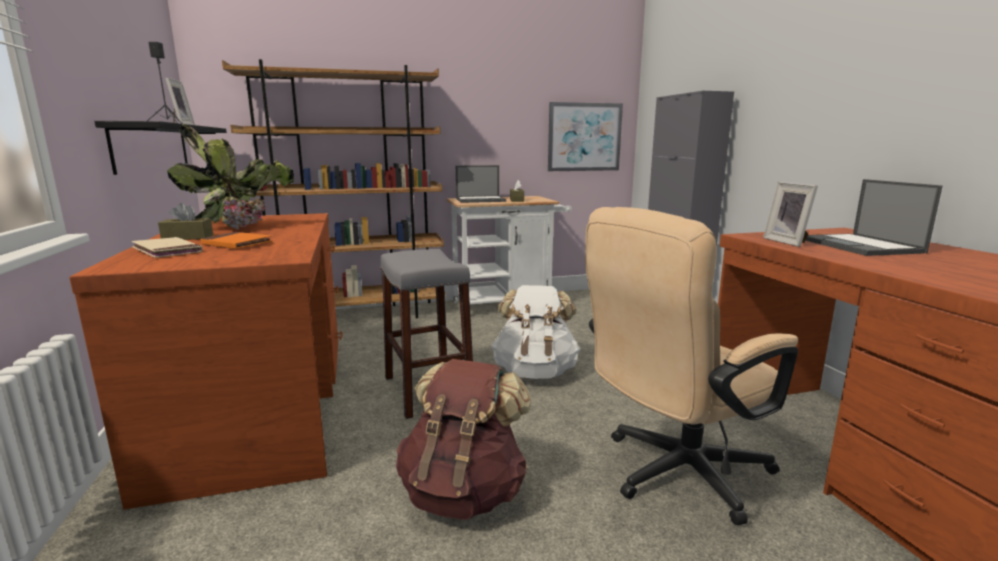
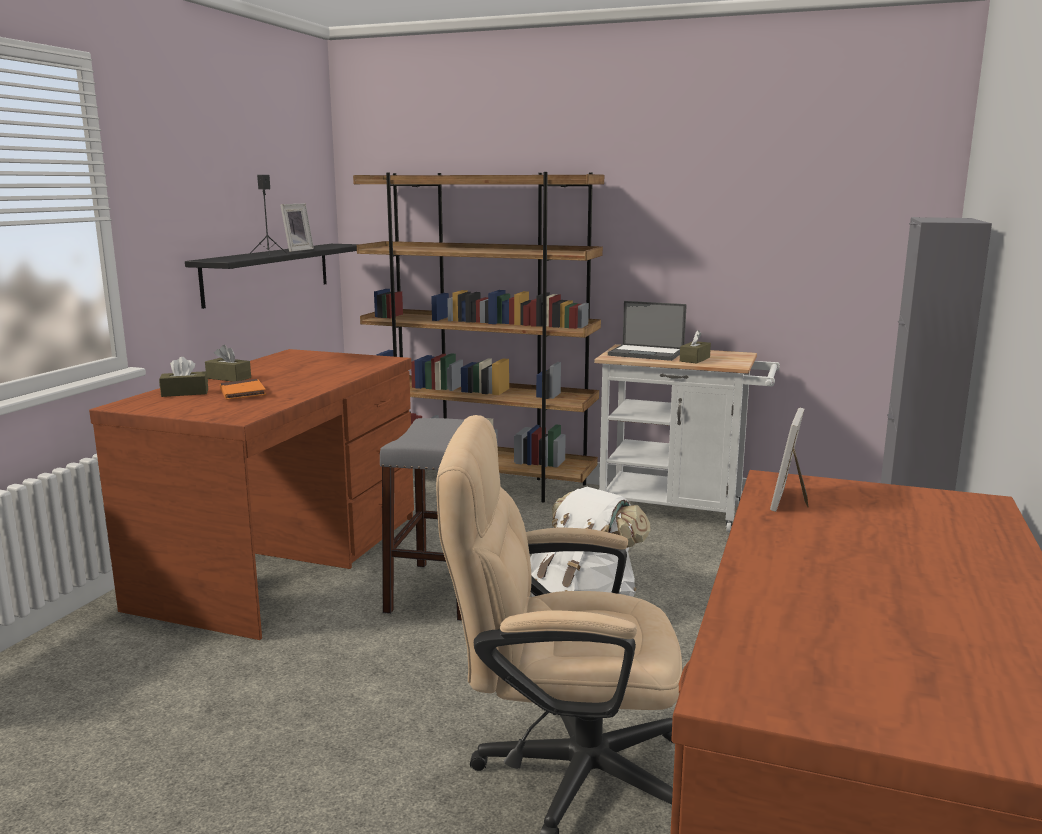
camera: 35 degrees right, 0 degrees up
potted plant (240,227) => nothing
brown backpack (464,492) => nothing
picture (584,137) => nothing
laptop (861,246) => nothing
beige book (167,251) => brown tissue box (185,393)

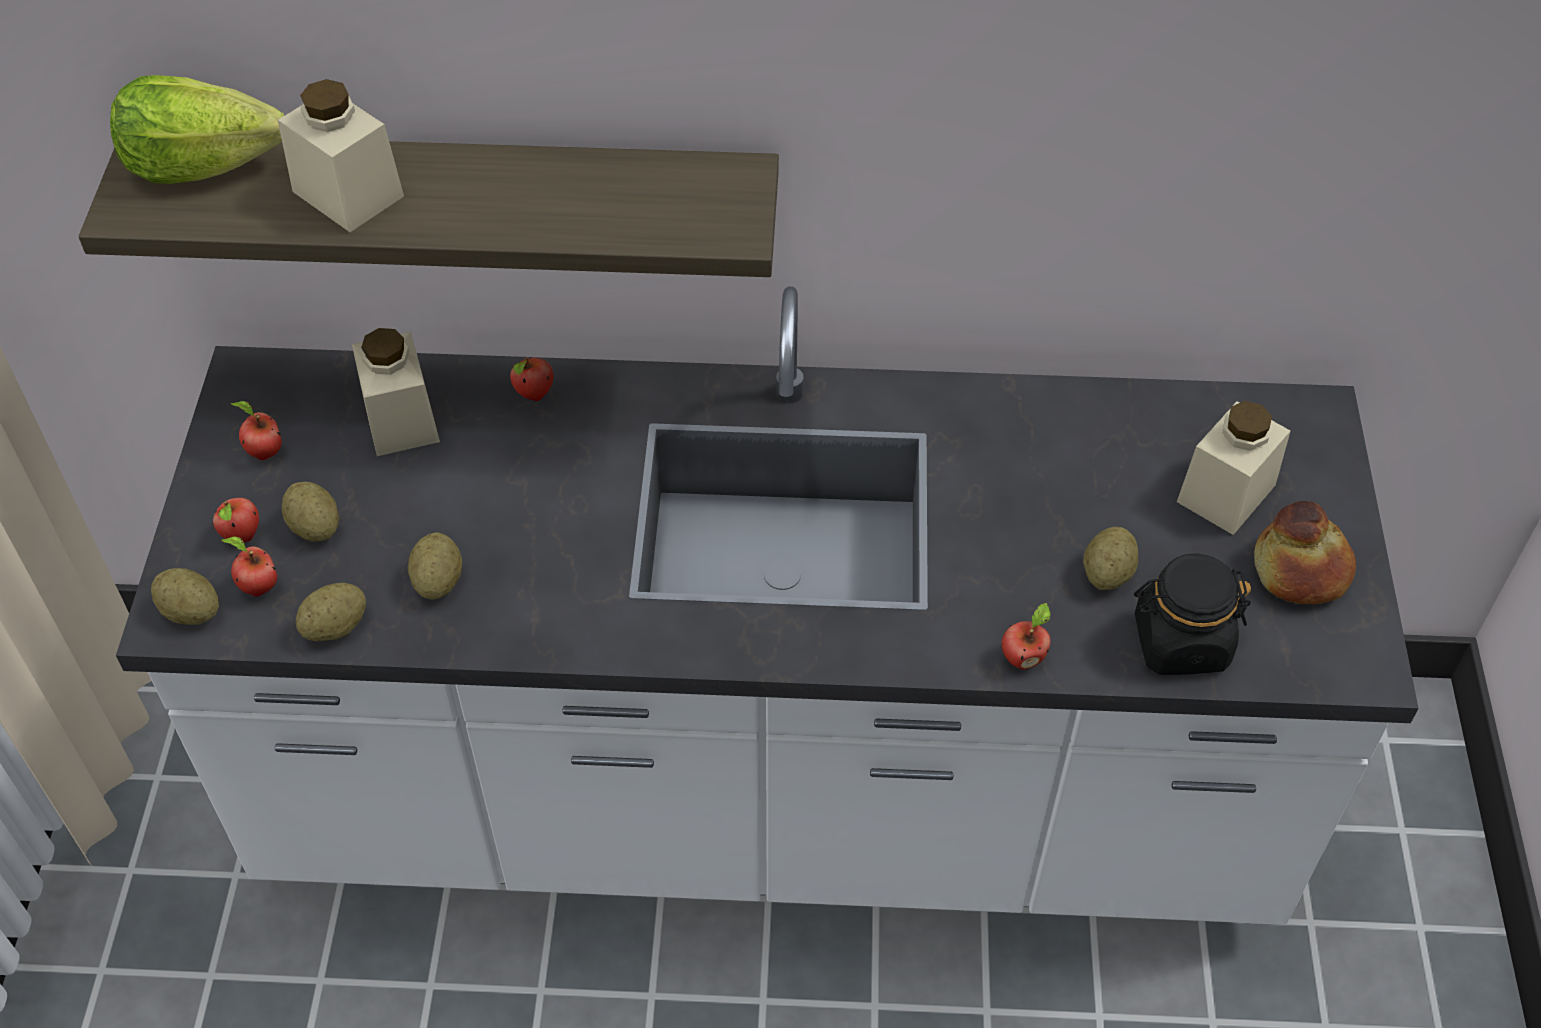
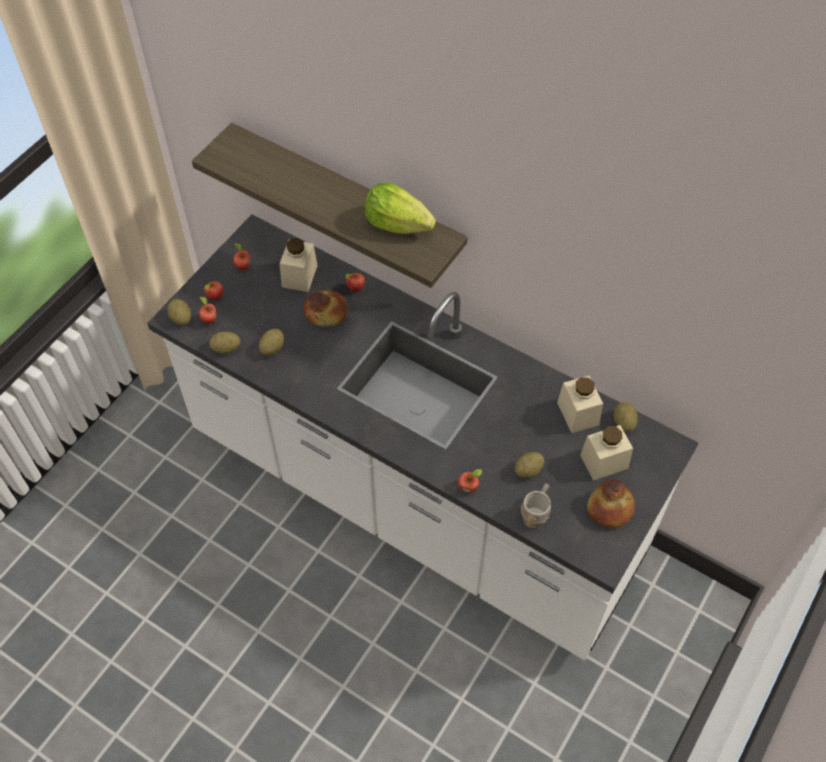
camera: 30 degrees right, 5 degrees up
nothing => bread (326,313)
lettuce (201,165) => lettuce (397,224), moved
beige jar (348,194) => beige jar (578,413), moved
potato (315,527) => potato (623,422), moved
black jar (1180,642) => grey mug (536,512)

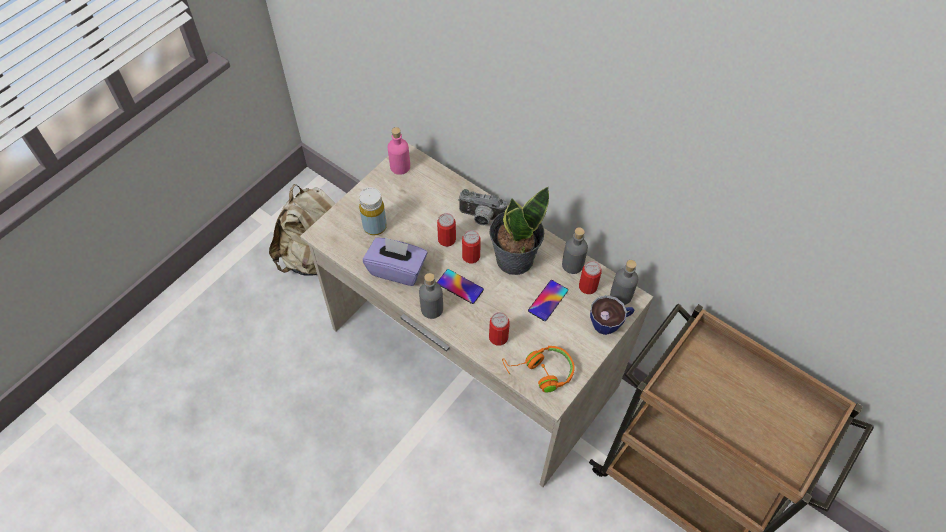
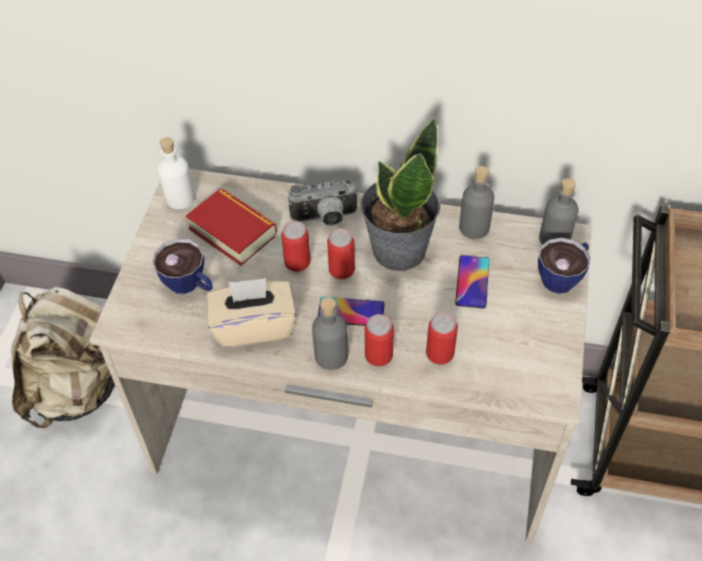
camera: 25 degrees left, 5 degrees down
orange headphones (540,372) => nothing
nothing => book (232,232)
can (588,286) => can (378,355), moved
yellow bottle (375,226) => cup (190,285)
purple tissue box (397,269) => beige tissue box (254,326)
pink bottle (400,166) => white bottle (180,198)

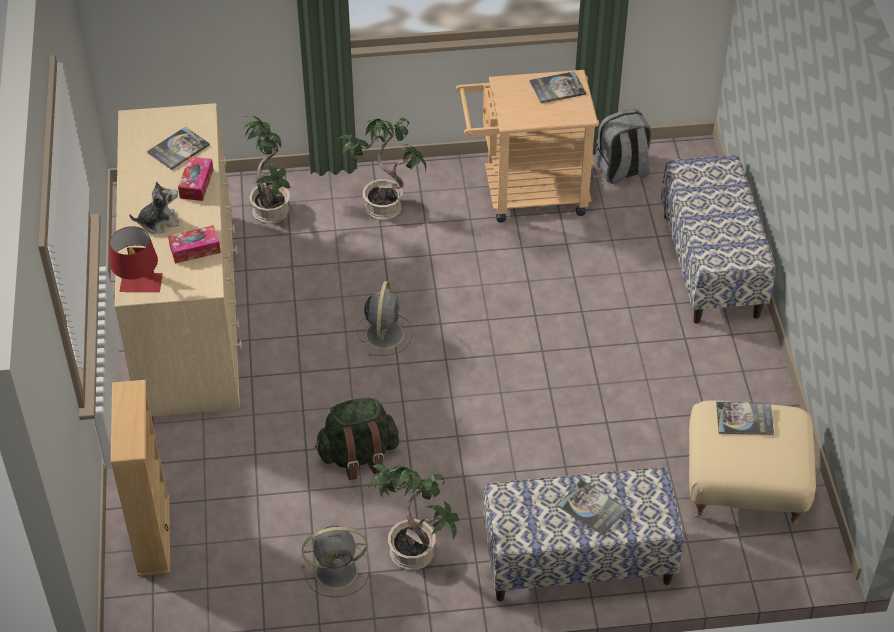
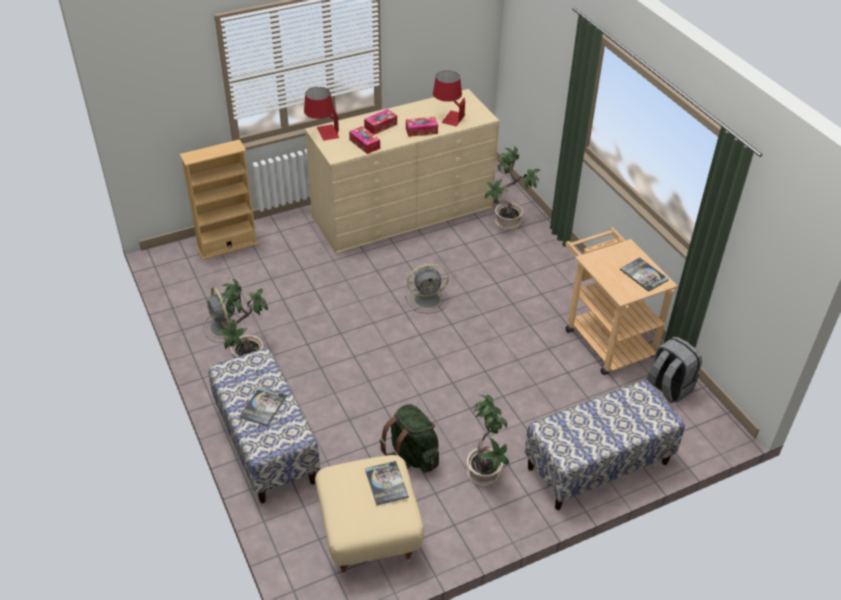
camera: 70 degrees right, 5 degrees down
green backpack (358,456) => green backpack (412,455), moved
potted plant (384,206) => potted plant (485,473), moved
plush toy (158,222) => tissue box (380,126)
book (178,149) => red table lamp (448,117)

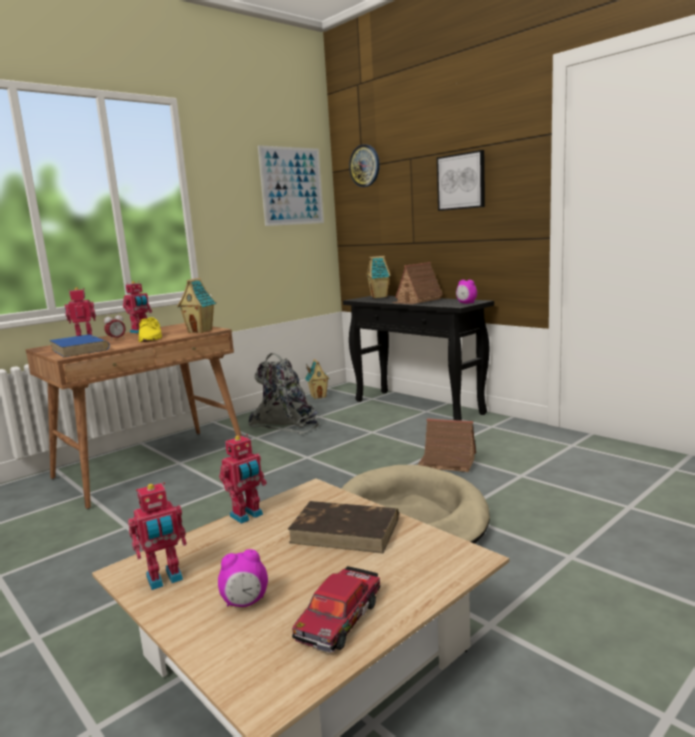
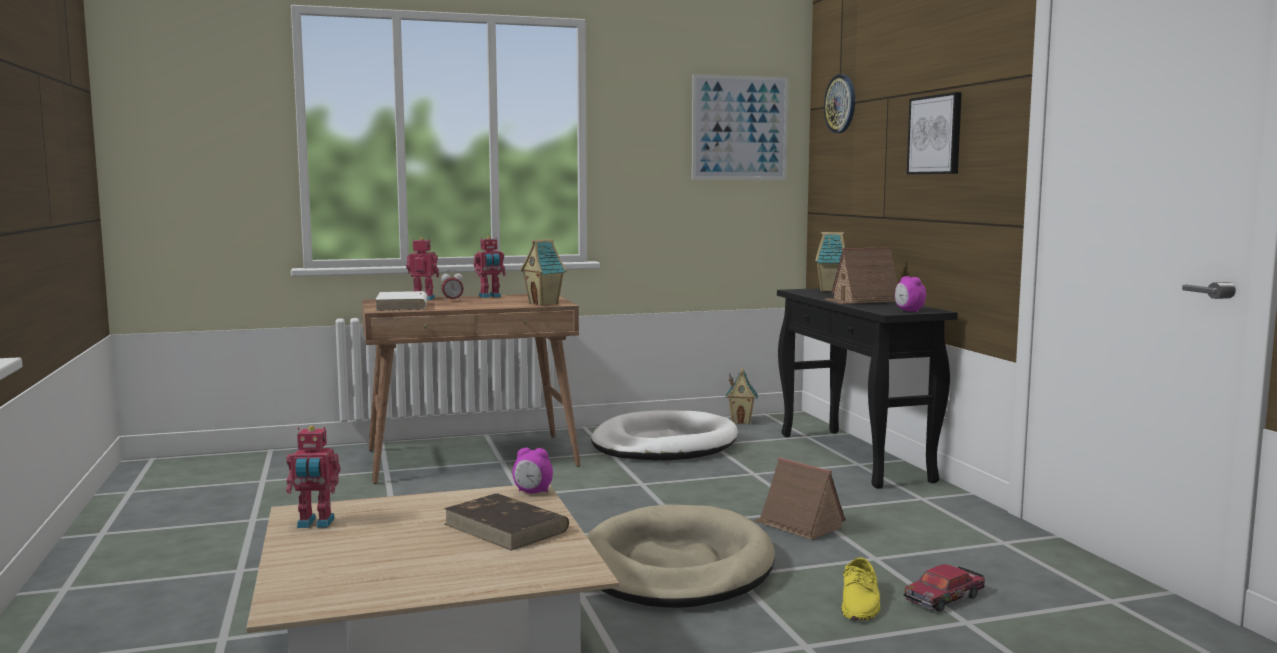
camera: 25 degrees right, 5 degrees down
toy robot (247,516) => nothing
yellow shoe (151,338) => yellow shoe (860,602), moved
alarm clock (245,603) => alarm clock (533,492), moved
toy car (340,618) => toy car (945,597), moved
grey backpack (287,423) => white dog bed (664,444)
blue book (80,349) => white book (402,306)

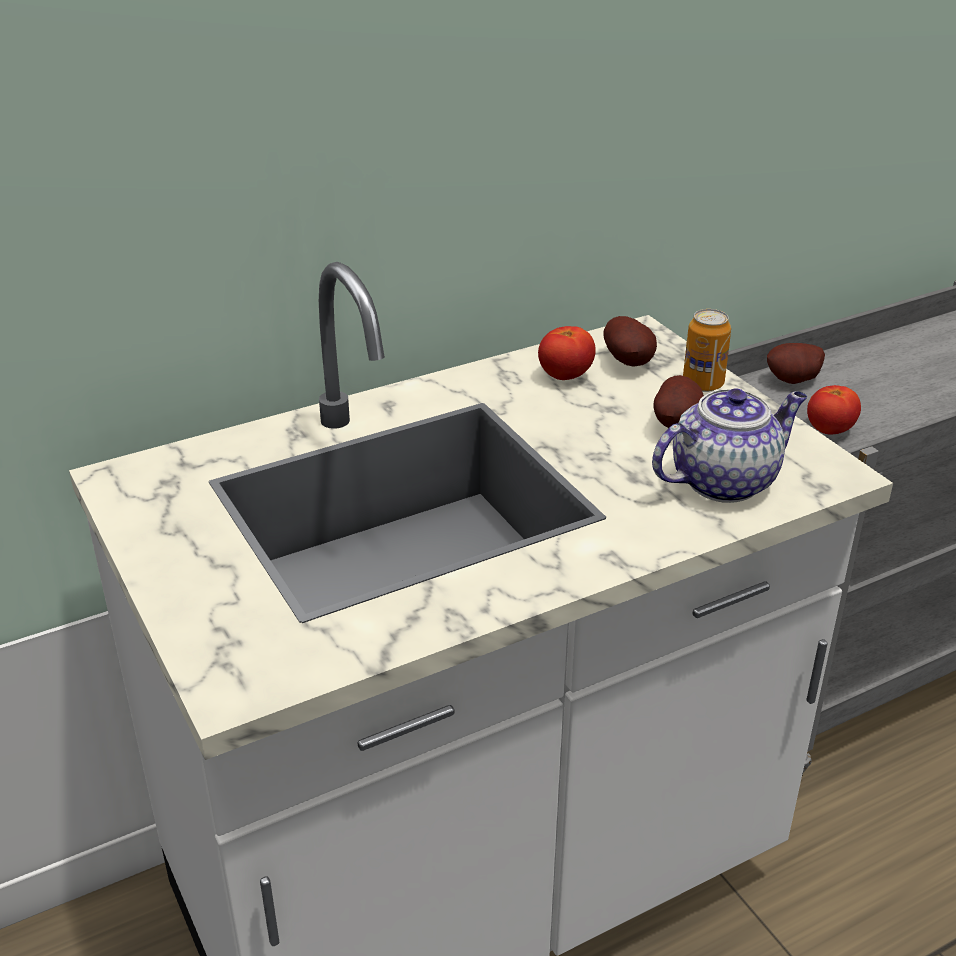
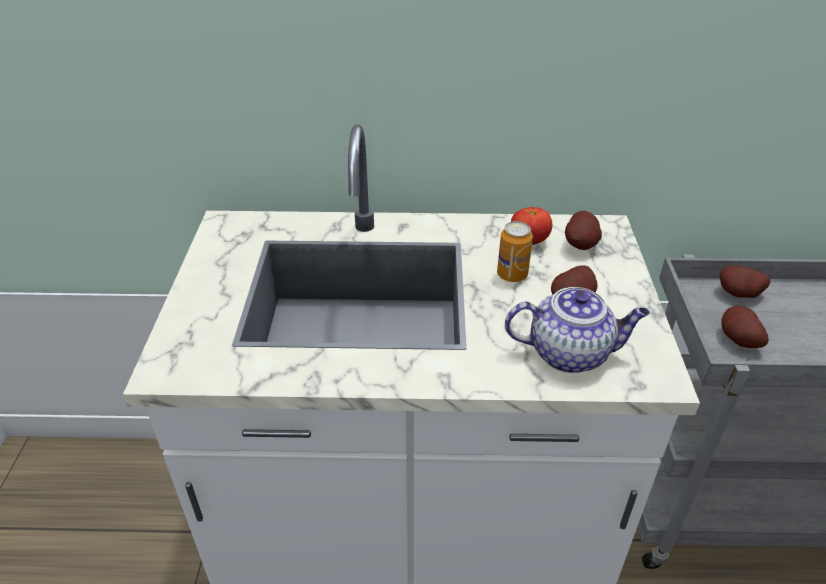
camera: 30 degrees right, 5 degrees up
can (703,384) => can (512,275), moved
tomato (829,430) => potato (736,340)

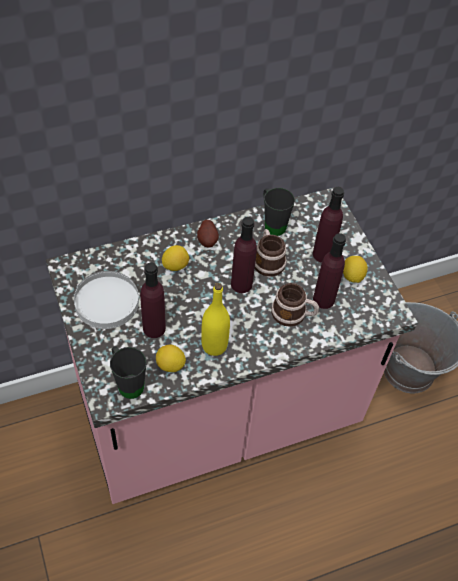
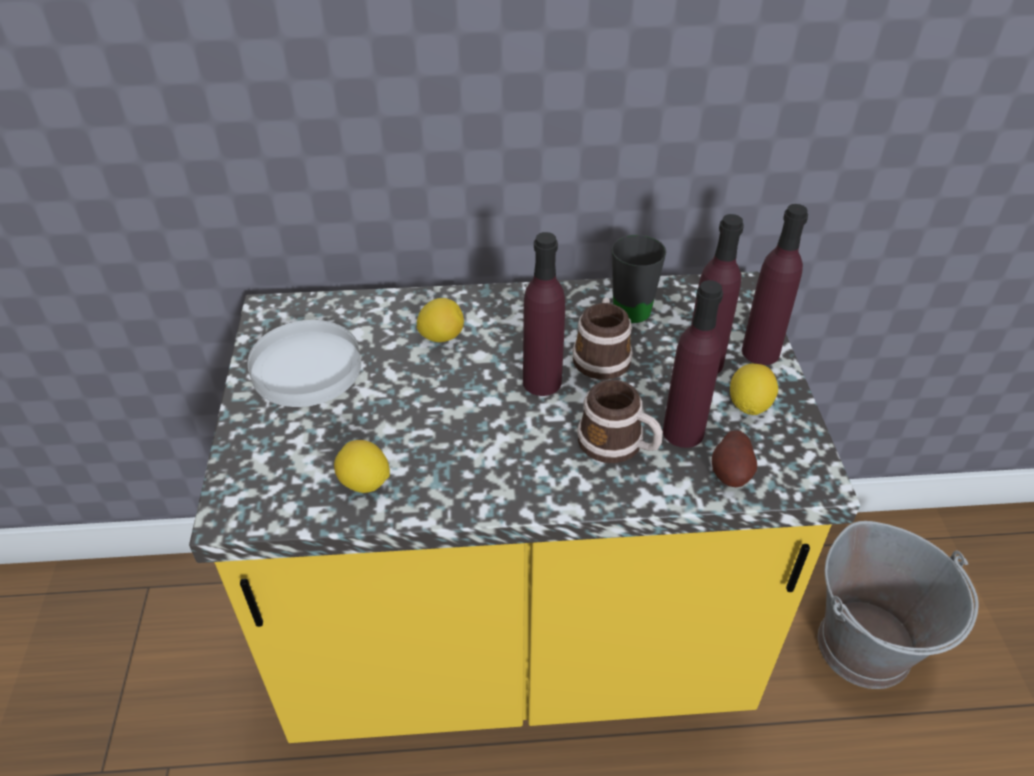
camera: 20 degrees right, 10 degrees down
black mug (127,382) => nothing
yellow bottle (214,345) => nothing
purple bottle (154,328) => purple bottle (760,352), moved
potato (207,240) => potato (731,473), moved
pink counter (218,415) => yellow counter (517,645)

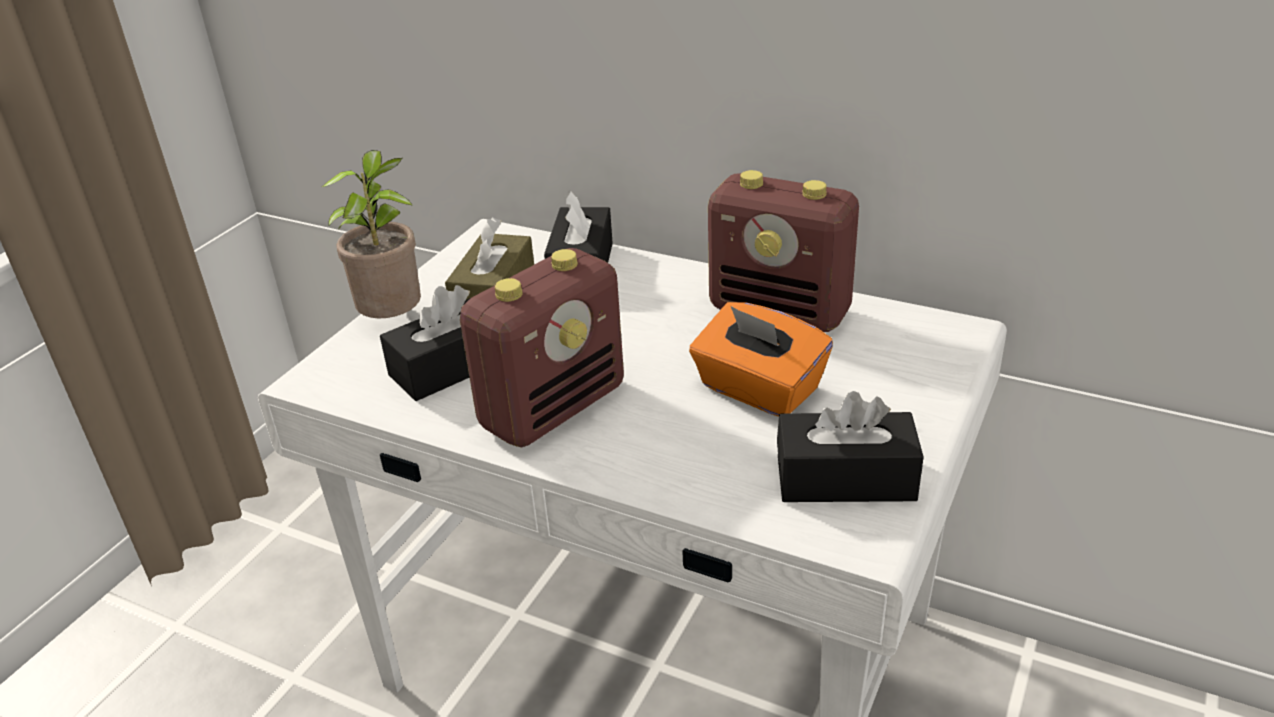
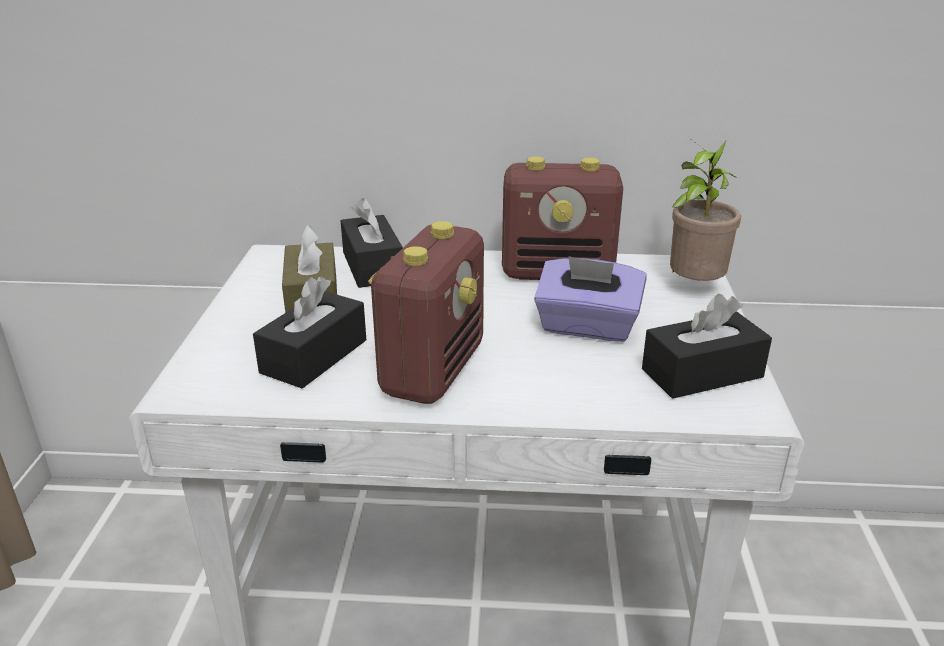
camera: 25 degrees left, 5 degrees down
potted plant (395,322) => potted plant (693,288), moved
orange tissue box (758,390) => purple tissue box (587,327)

